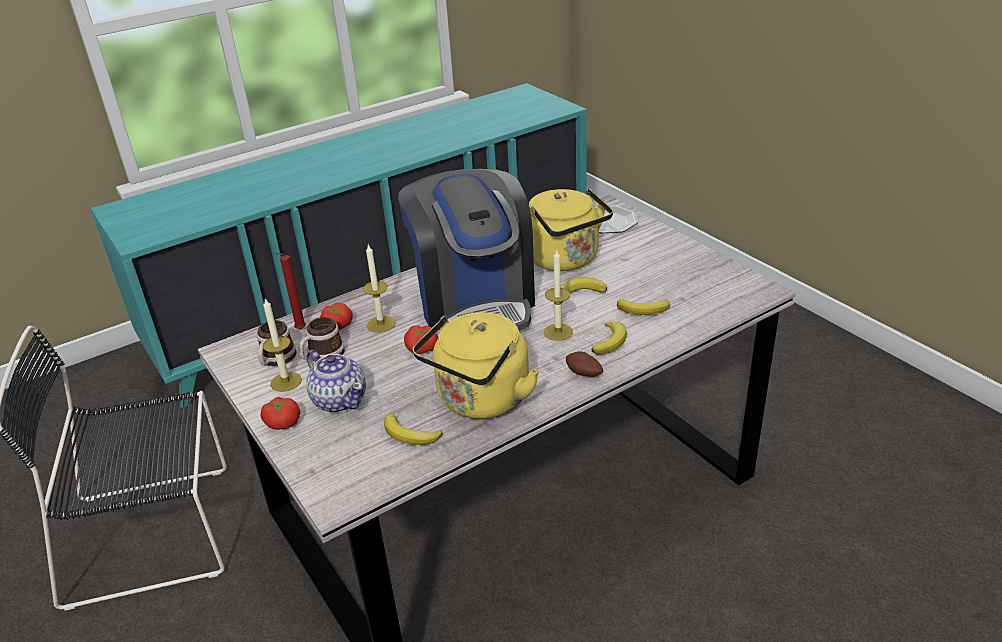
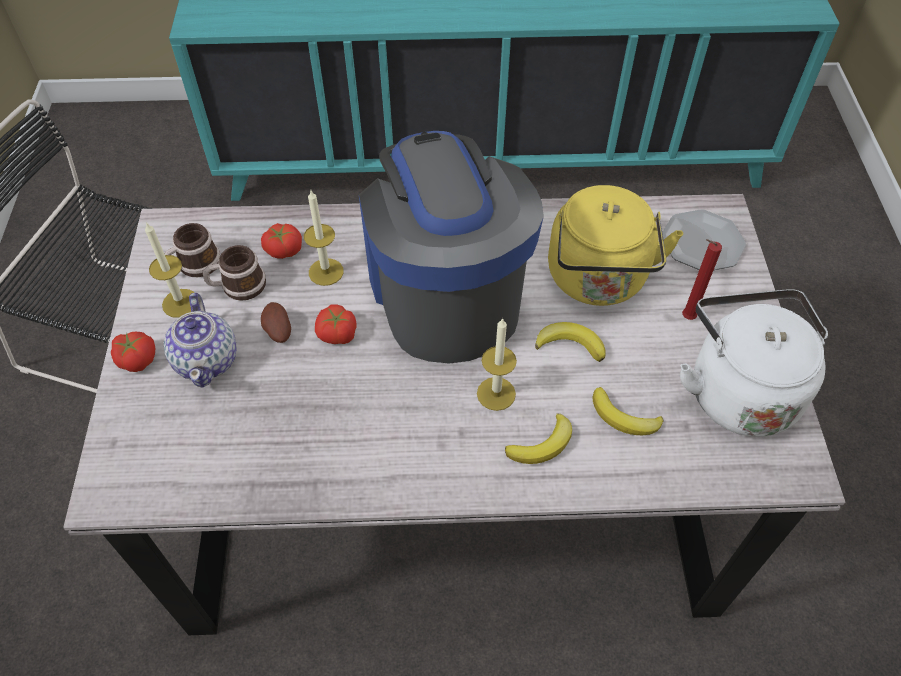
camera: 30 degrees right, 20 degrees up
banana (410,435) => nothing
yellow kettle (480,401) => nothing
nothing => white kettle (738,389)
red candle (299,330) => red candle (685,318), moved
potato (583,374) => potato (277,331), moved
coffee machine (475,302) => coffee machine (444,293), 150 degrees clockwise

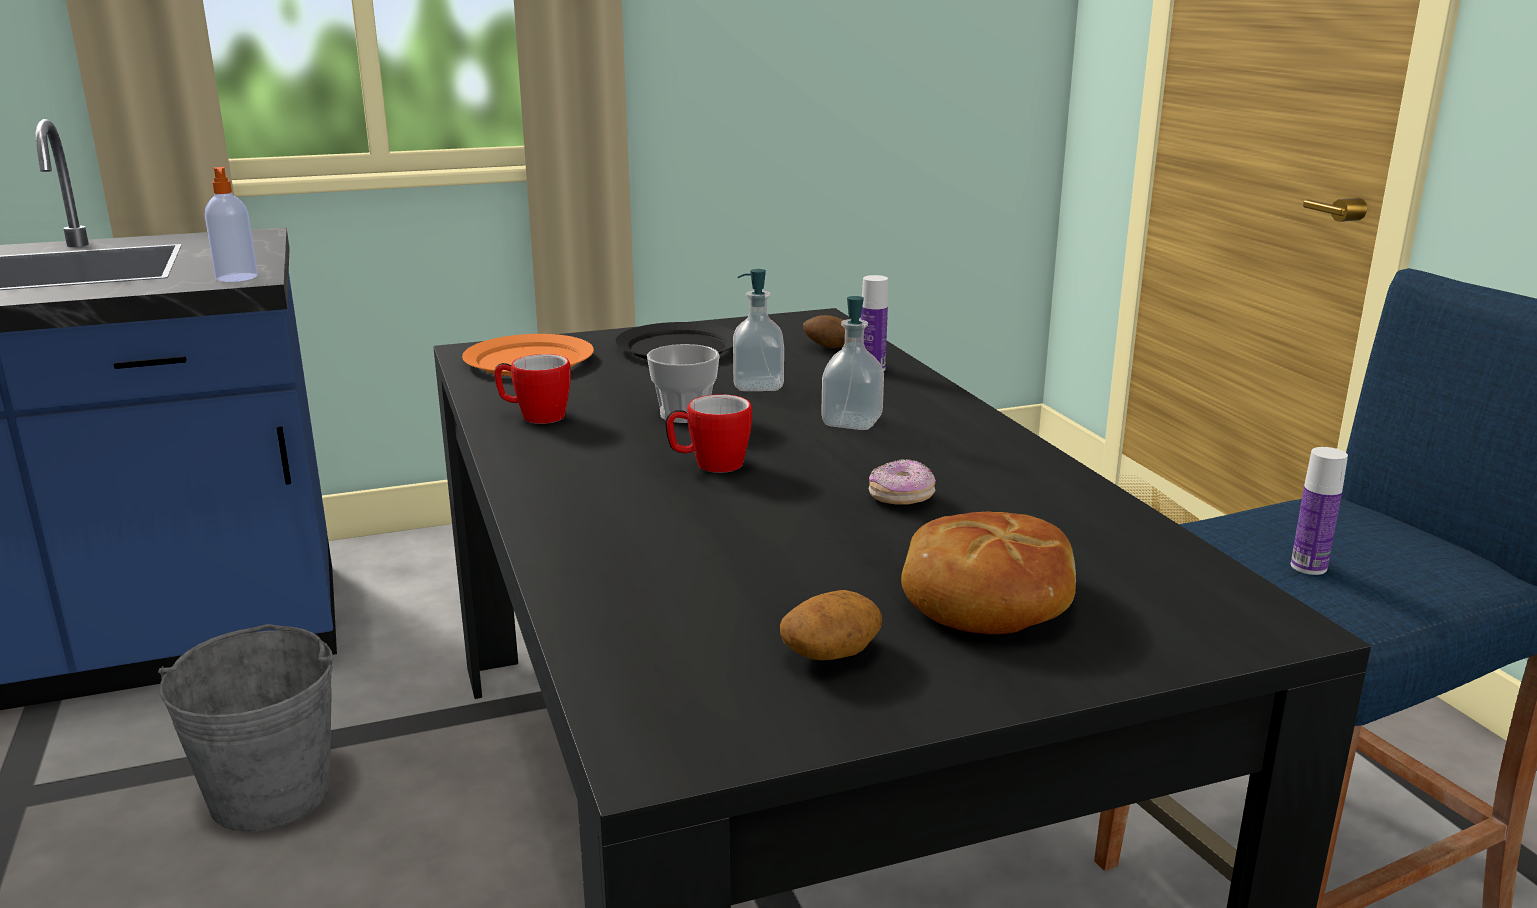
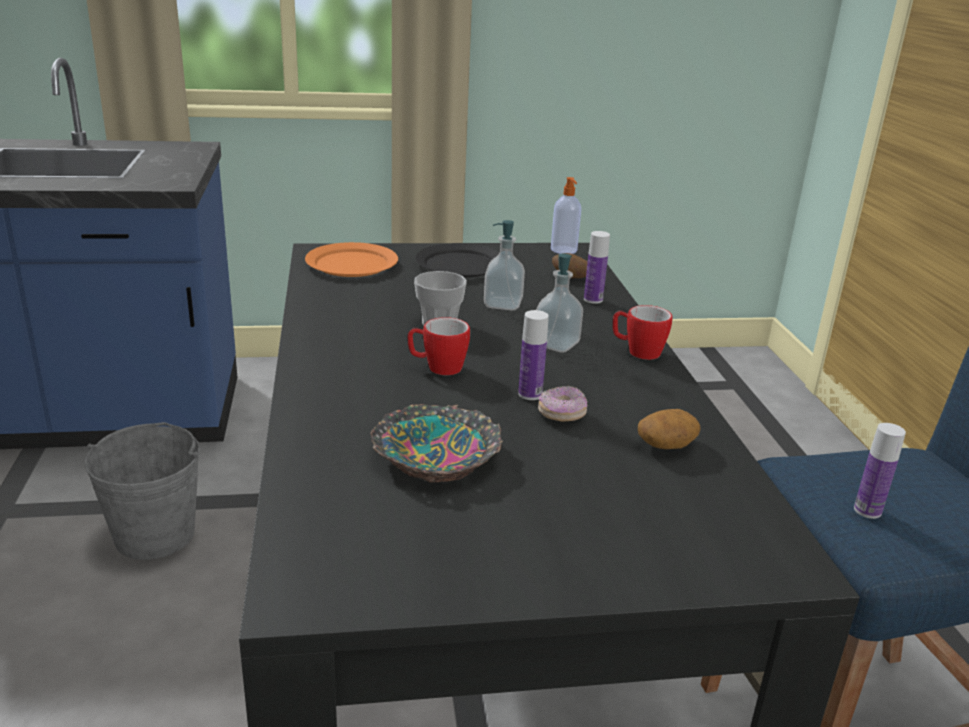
camera: 10 degrees right, 5 degrees up
bread (985,599) => nothing
nothing => bowl (436,454)
nothing => bottle (530,394)
soap dispenser (237,278) => soap dispenser (564,250), moved
mug (534,416) => mug (637,351), moved
potato (830,653) => potato (666,445), moved

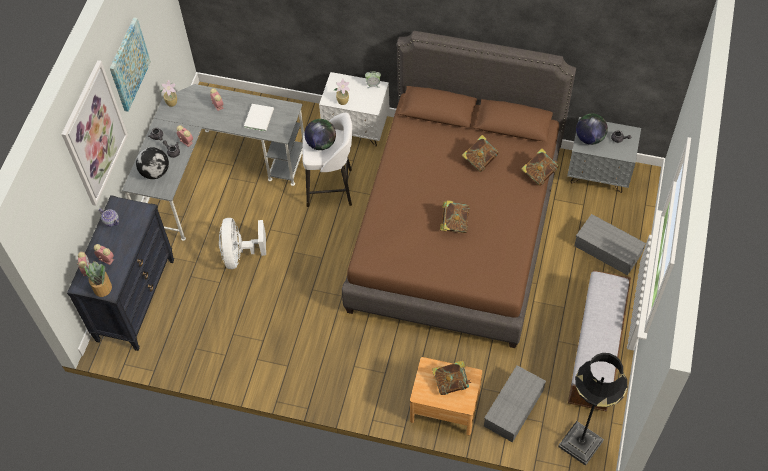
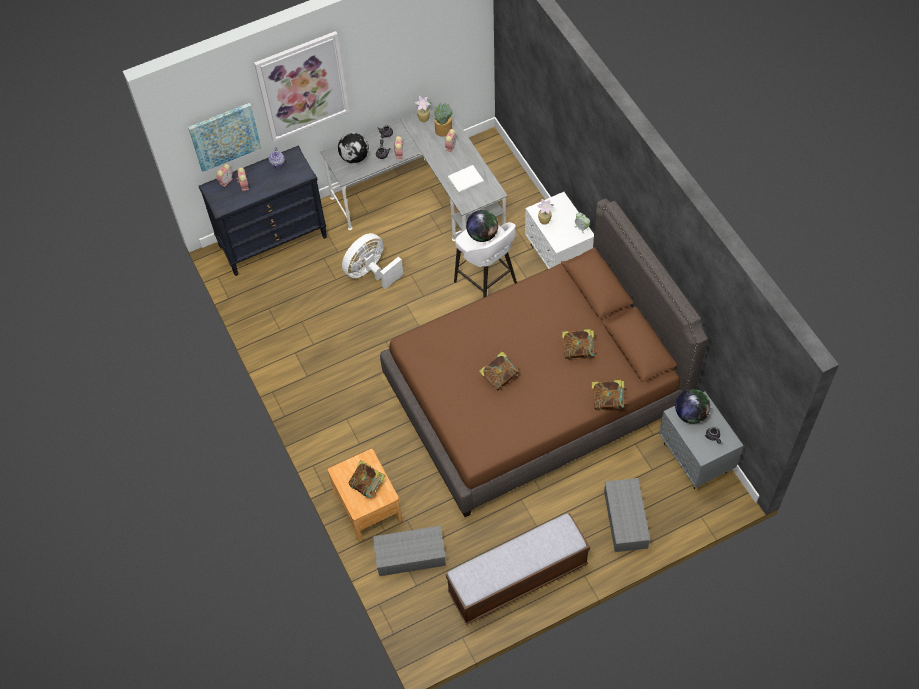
camera: 50 degrees right, 0 degrees up
black floor lamp (580,444) => nothing
potted plant (102,288) => potted plant (443,130), moved
picture (128,64) => picture (224,136), moved

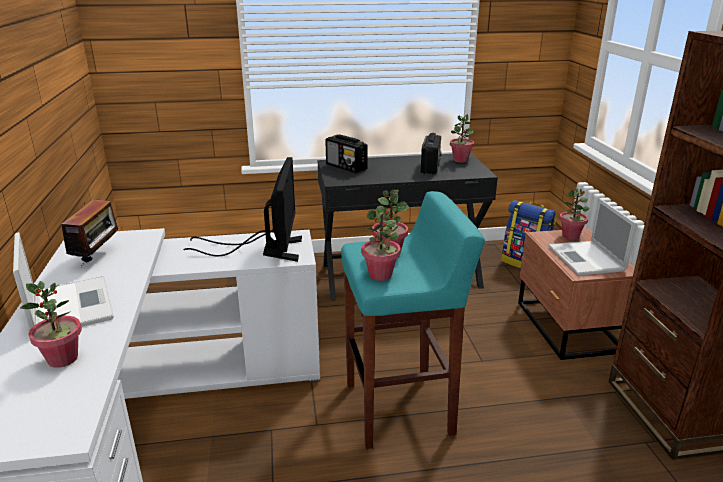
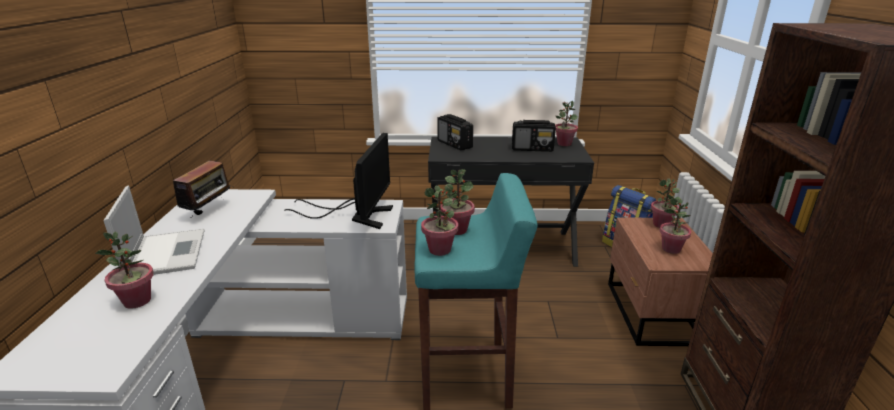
camera: 10 degrees right, 0 degrees up
laptop (587,259) => potted plant (671,249)
radio (430,167) => radio (532,149), 75 degrees clockwise

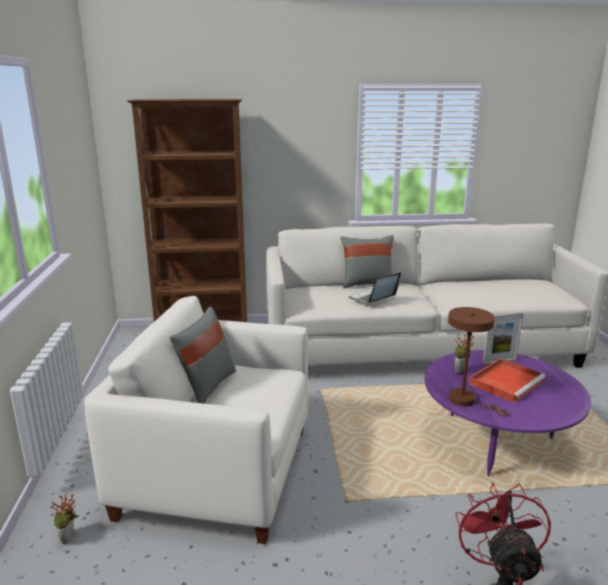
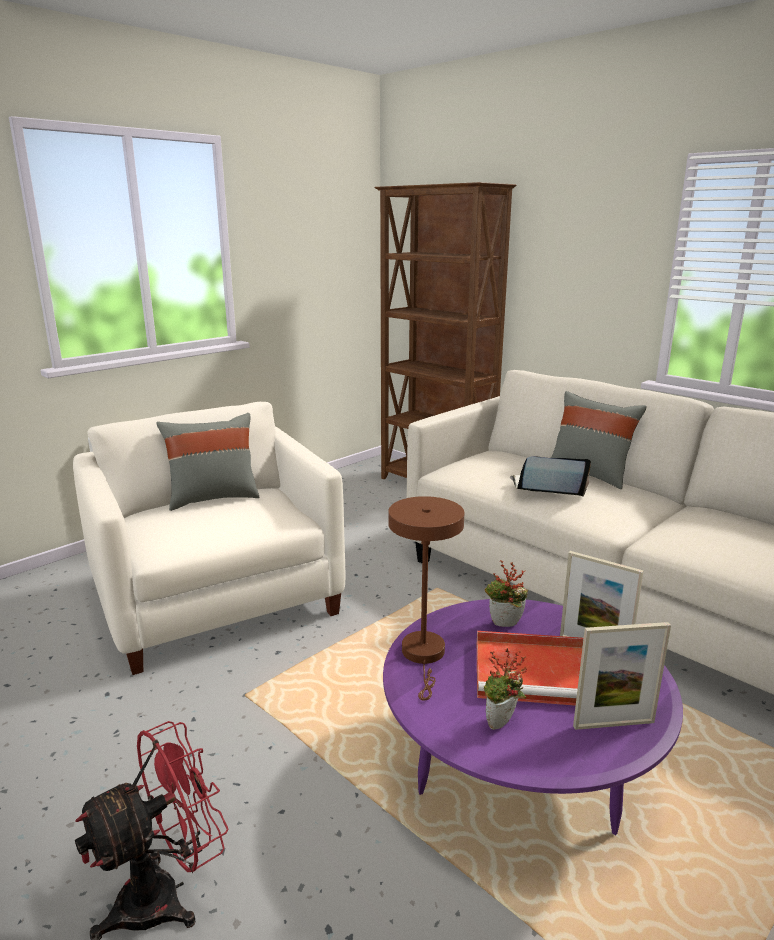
camera: 50 degrees right, 0 degrees up
nothing => picture frame (613,724)
potted plant (69,539) => potted plant (501,725), moved

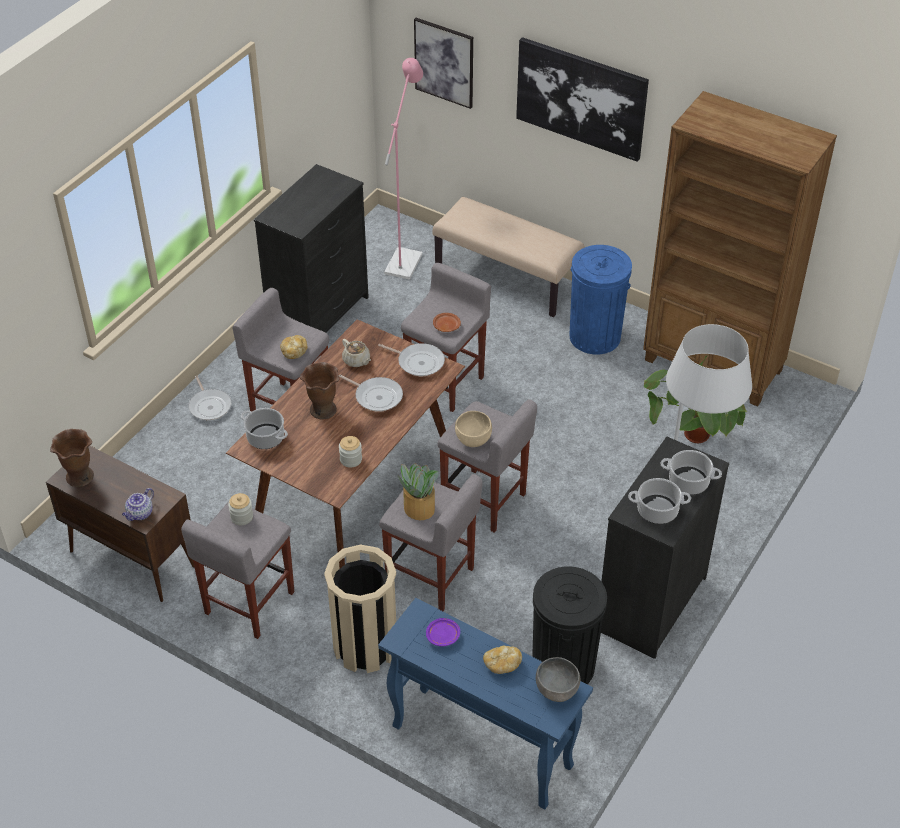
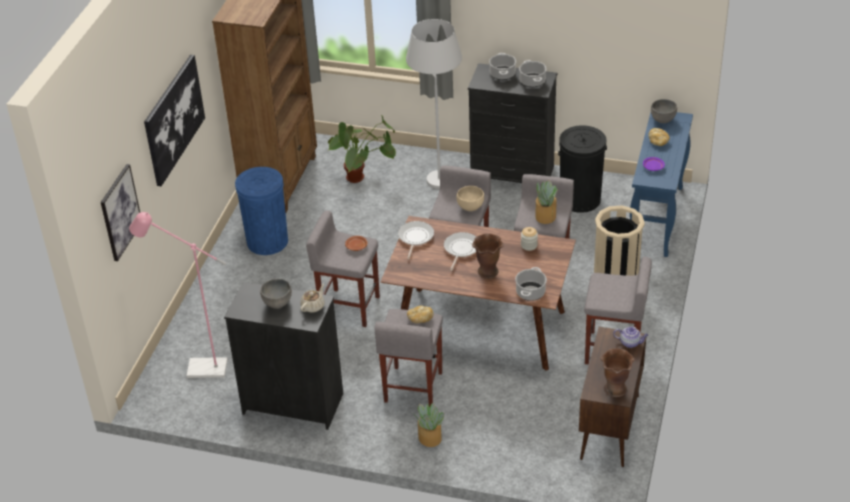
camera: 105 degrees left, 5 degrees down
jar (241,517) => nothing
beige bench (507,278) => nothing
nothing => grey bowl (277,303)
beige teapot (357,360) => beige teapot (313,306), moved
frying pan (209,405) => potted plant (430,438)

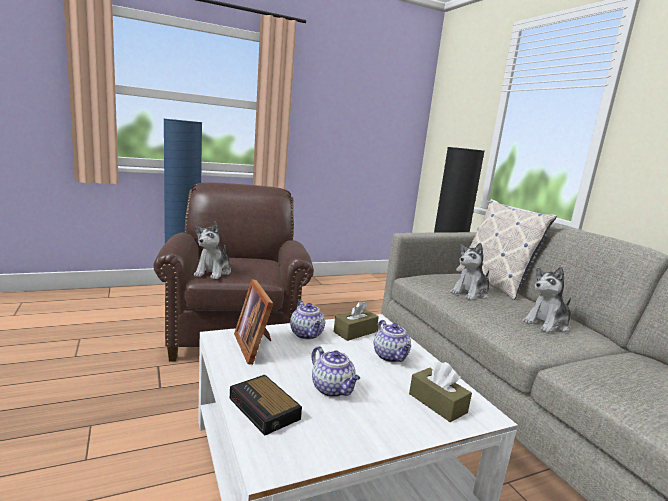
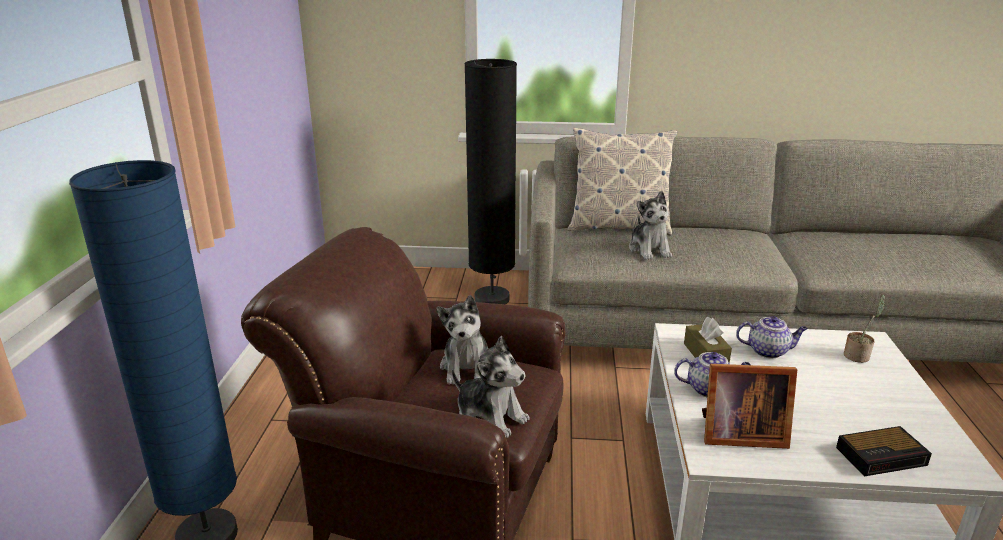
camera: 60 degrees left, 10 degrees up
teapot (333,389) => nothing
plush toy (547,324) => plush toy (467,367), moved
brown tissue box (437,403) => potted plant (858,356)

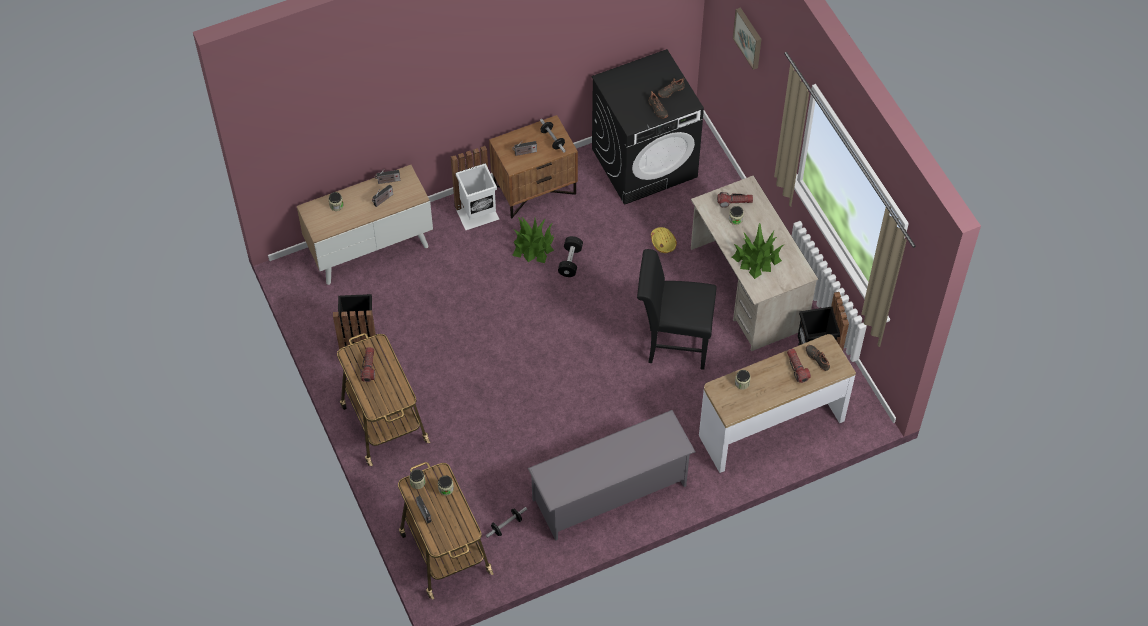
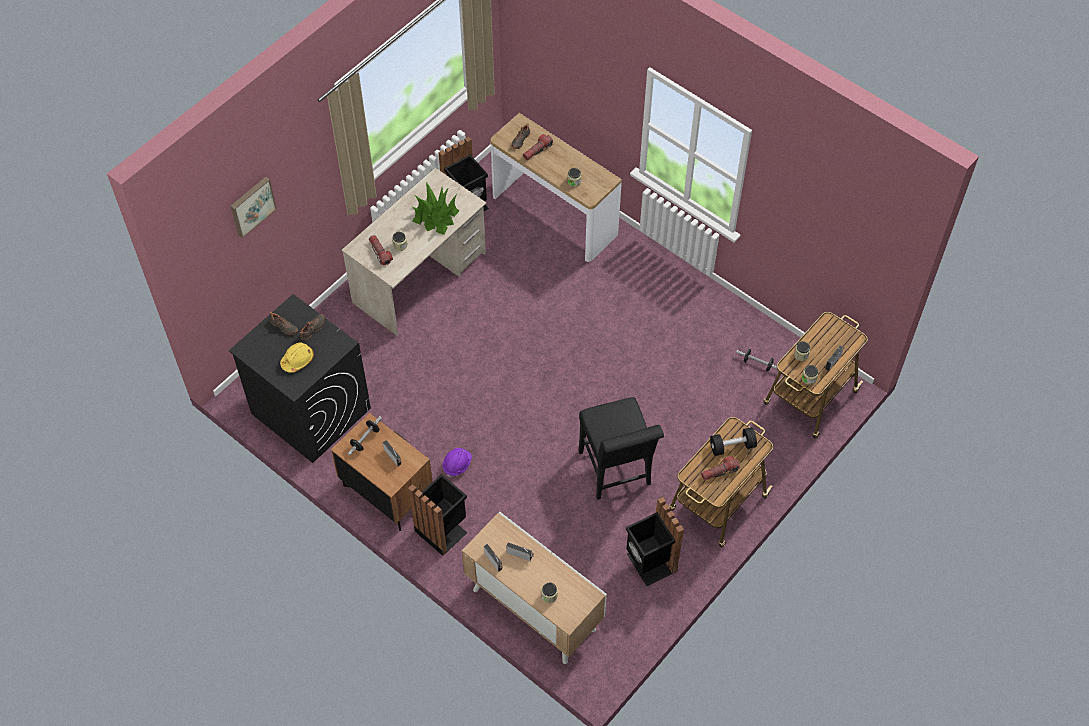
camera: 115 degrees left, 0 degrees up
grey shoe rack (610,492) => nothing
black dumbbell (570,261) => black dumbbell (732,446), moved
black chair (673,342) => black chair (616,473), moved
yellow hard hat (663,242) => yellow hard hat (297,360), moved
potted plant (533,246) => purple hard hat (457,465)
white trash can (478,214) => black trash can (442,530)

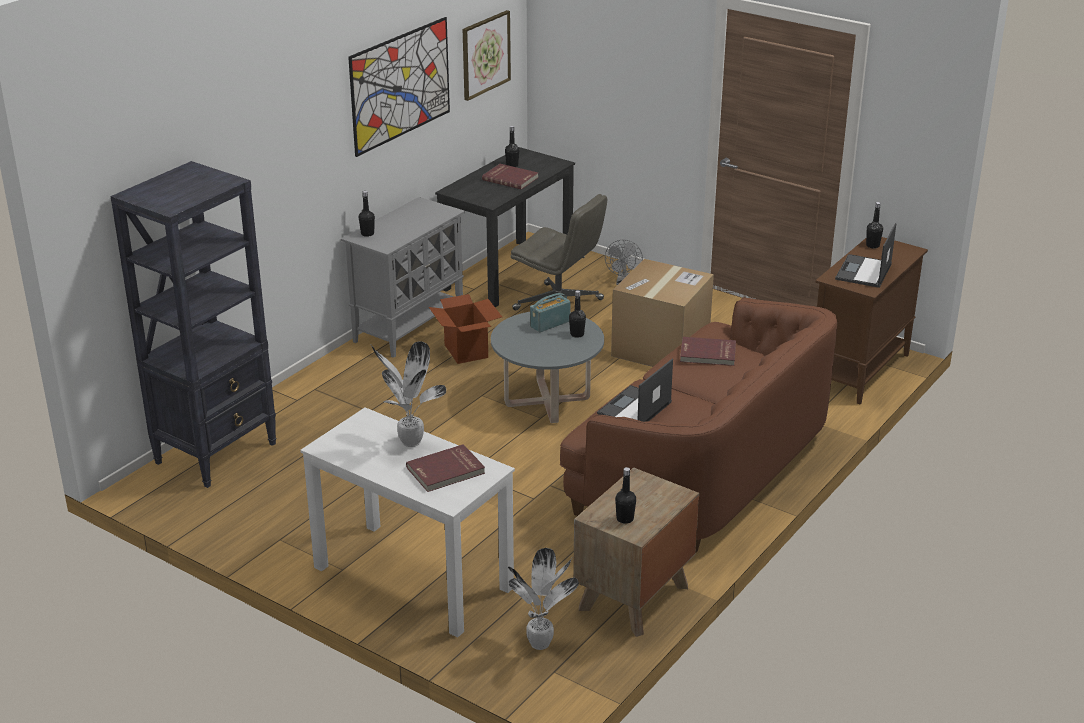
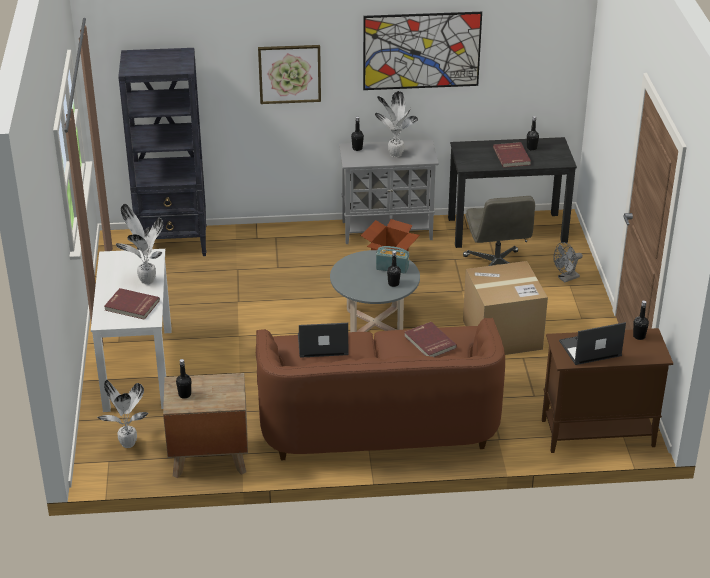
camera: 50 degrees right, 5 degrees up
nothing => potted plant (394,155)
picture (485,54) => picture (289,73), moved

